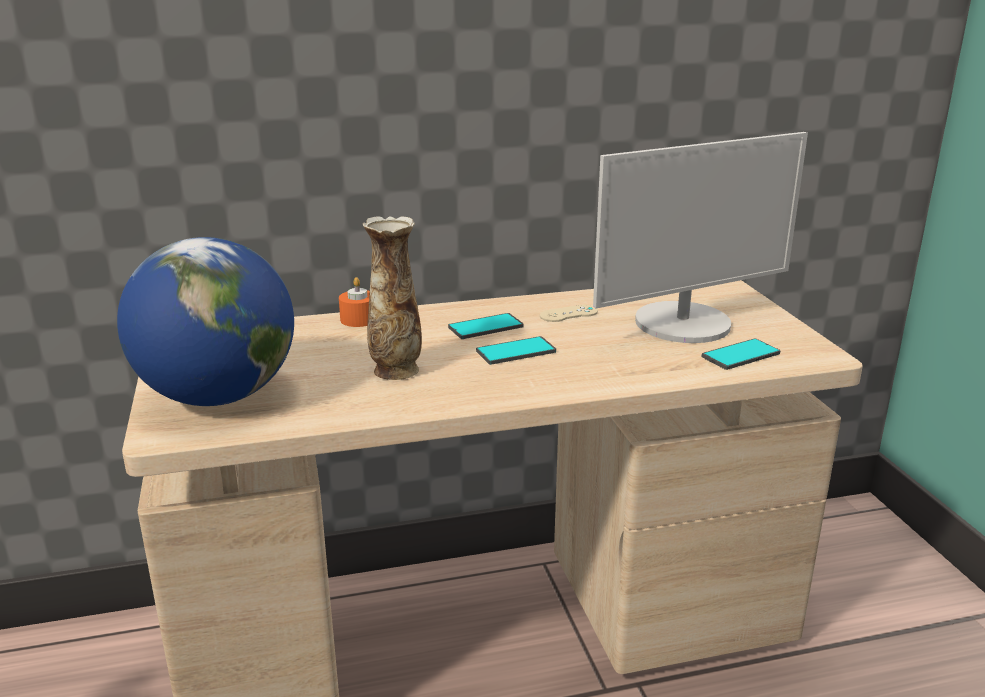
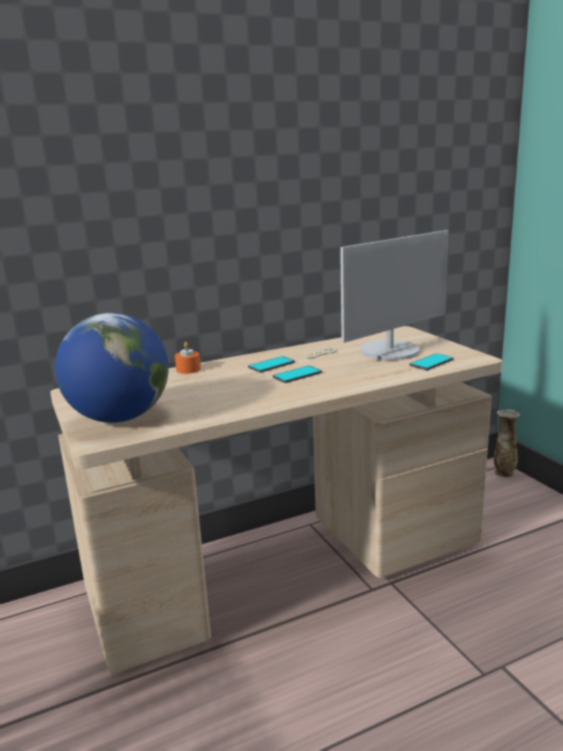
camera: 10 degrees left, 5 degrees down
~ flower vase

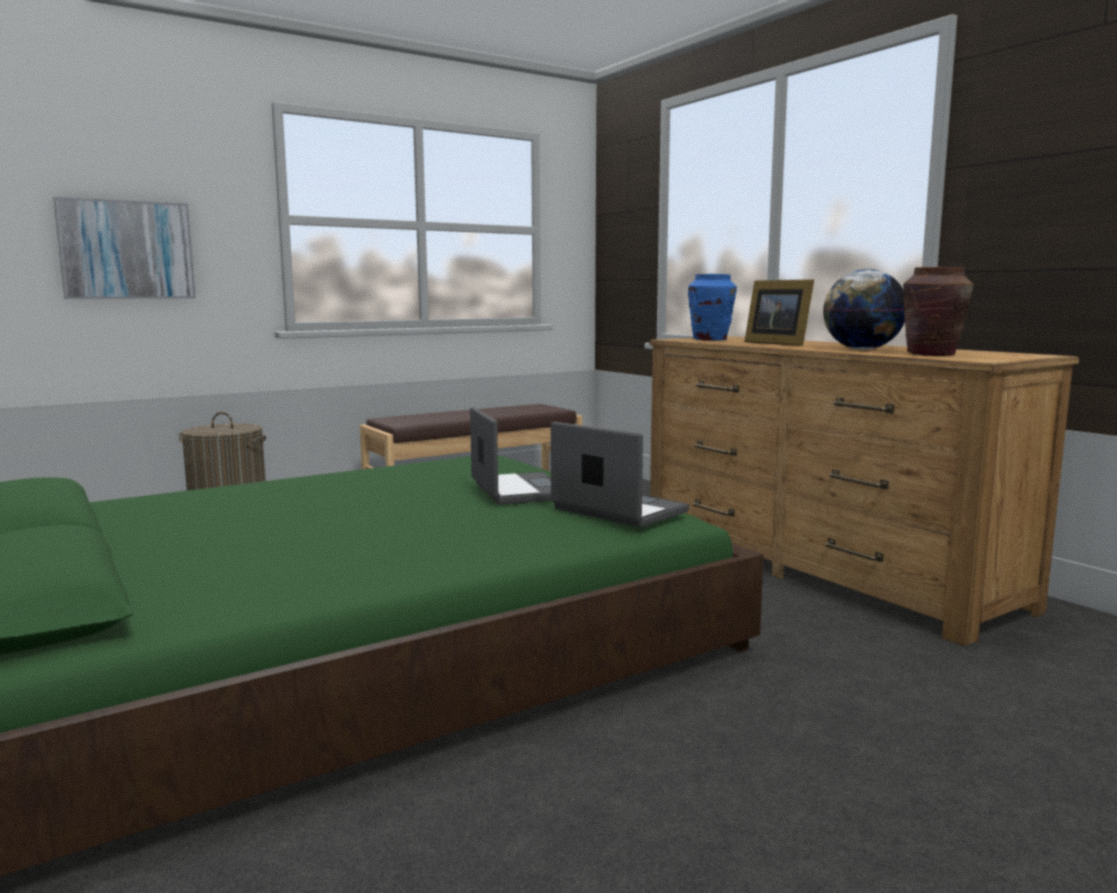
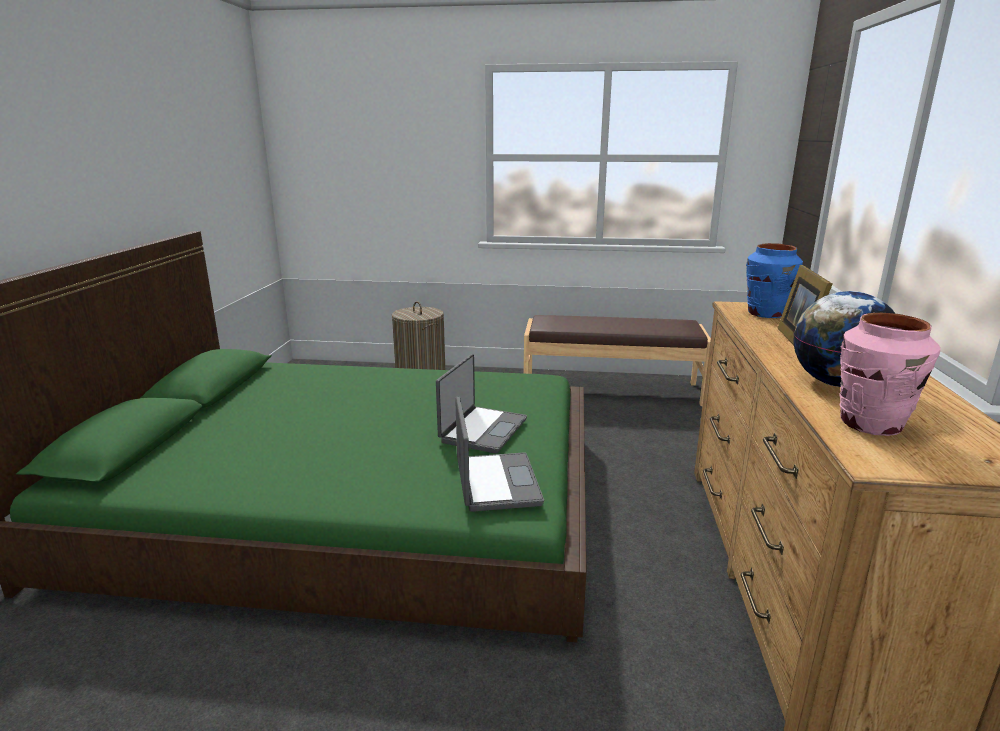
camera: 40 degrees right, 10 degrees up
- wall picture
~ brown flower vase to pinkish flower vase

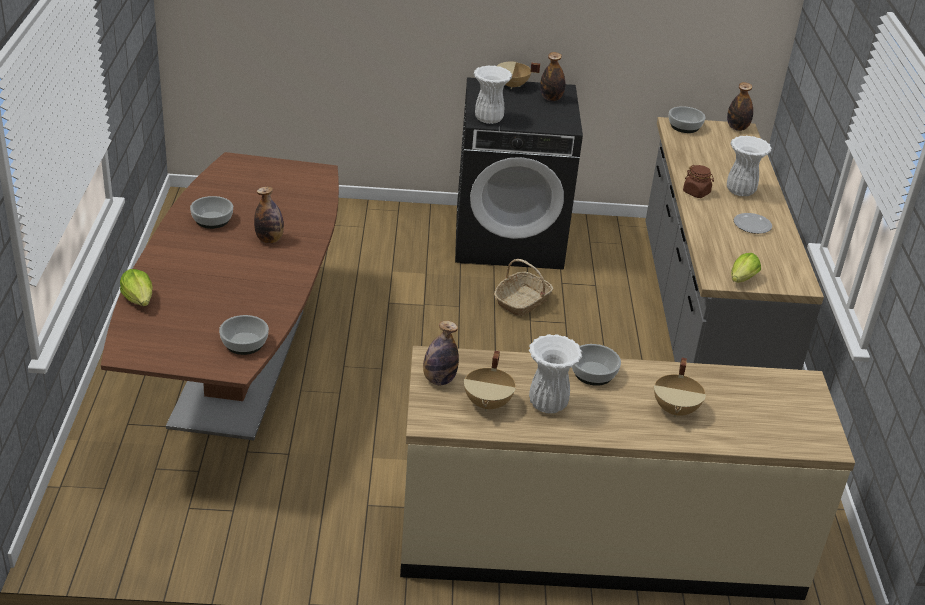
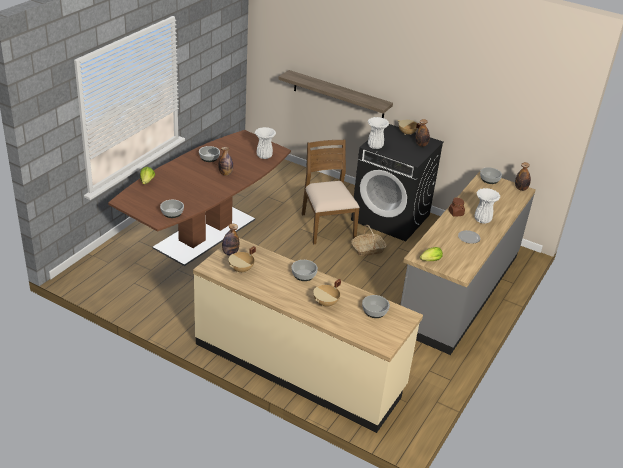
camera: 30 degrees right, 0 degrees up
~ whitish flower vase (2nd from left in the first image) to whitish flower vase (1st from left)
+ shelf
+ brown plain chair
+ serving bowl (4th from left)

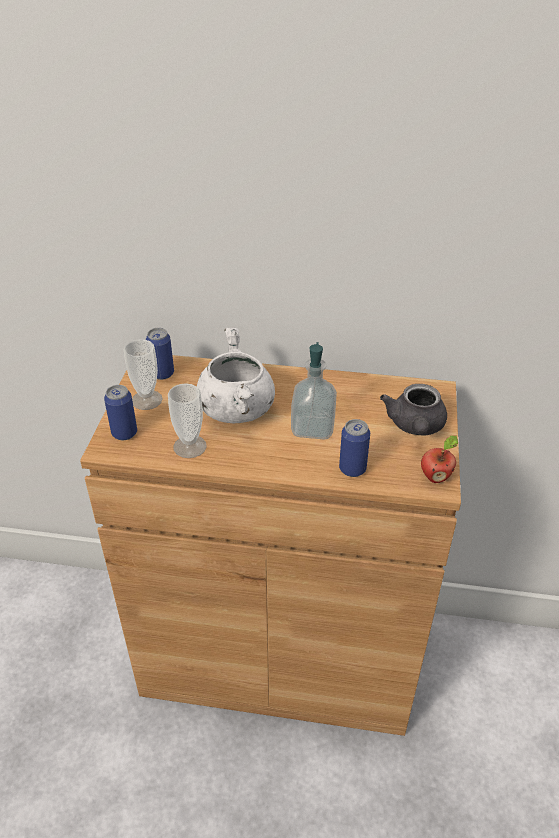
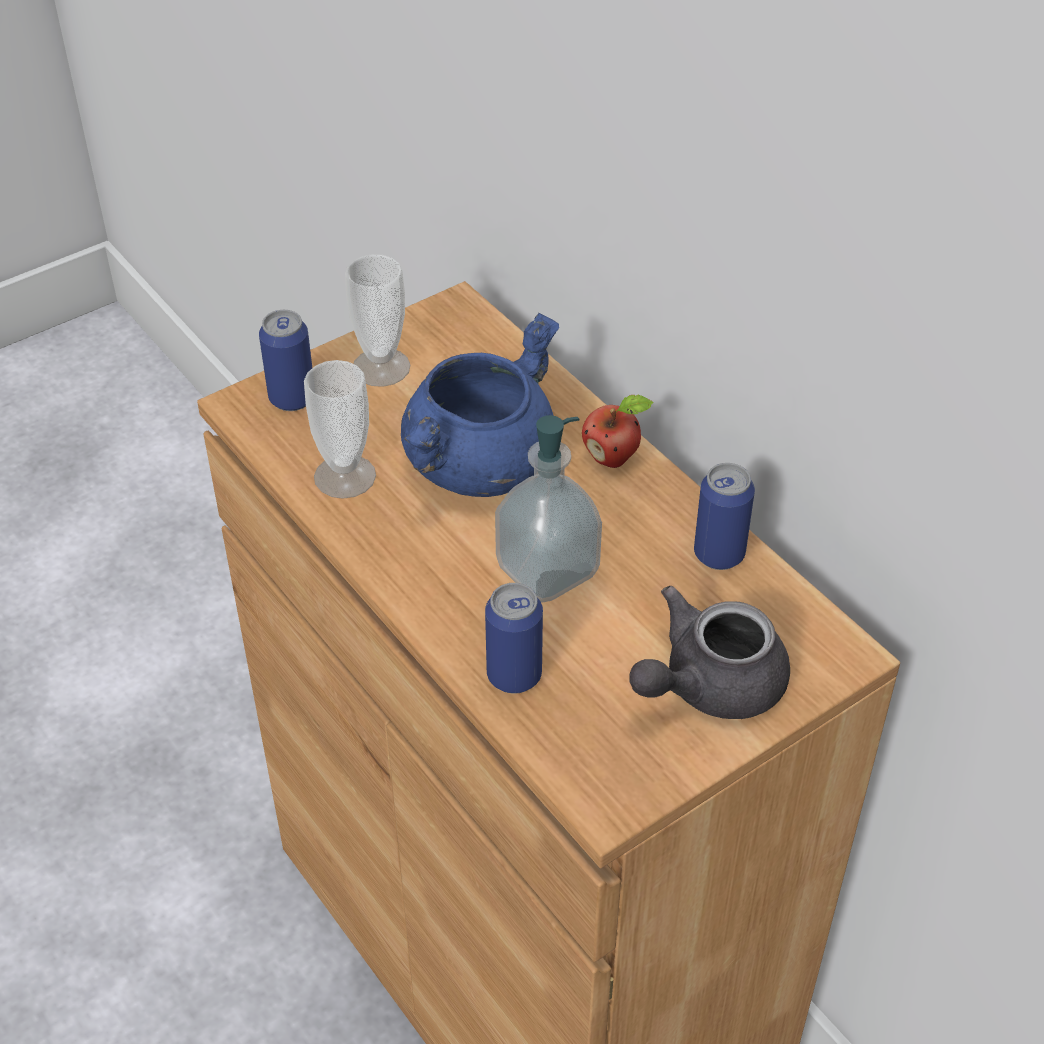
camera: 45 degrees right, 5 degrees up
~ sealed can (2nd from left in the first image) to sealed can (3rd from left)
~ whitish stockpot to bluish stockpot
~ apple

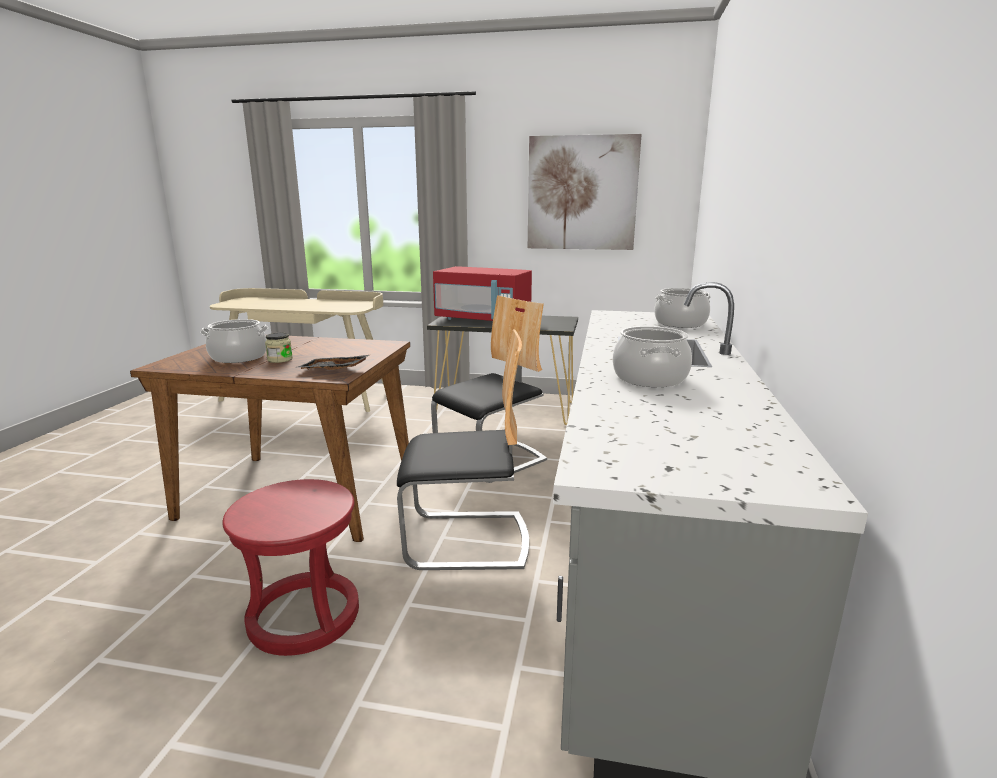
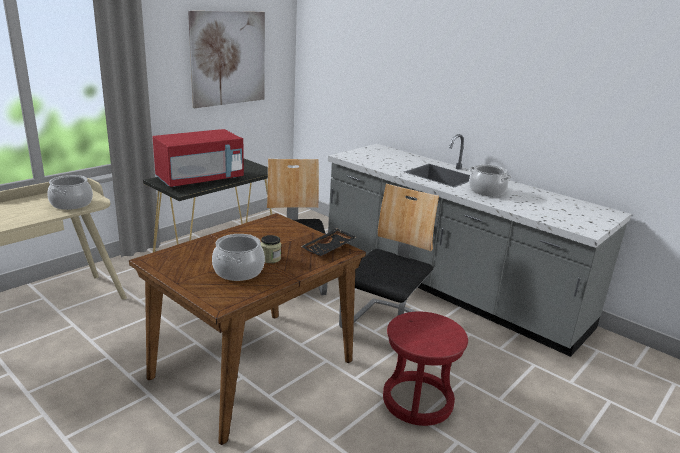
camera: 60 degrees left, 5 degrees up
~ stockpot (3rd from left in the first image) to stockpot (1st from left)

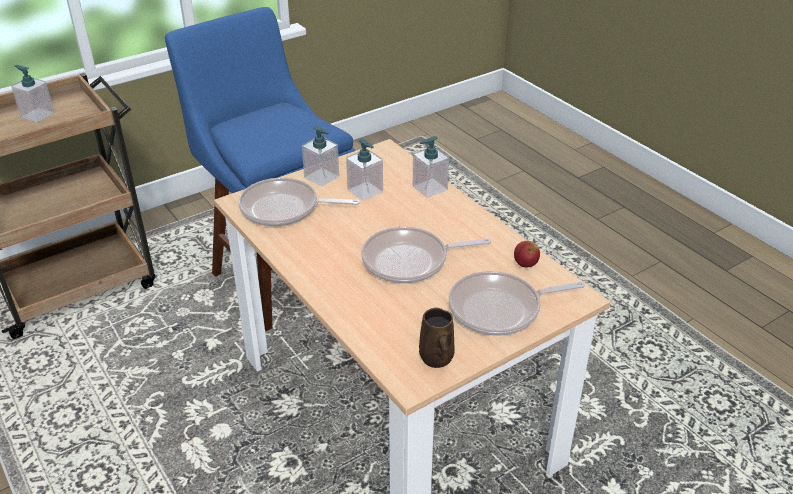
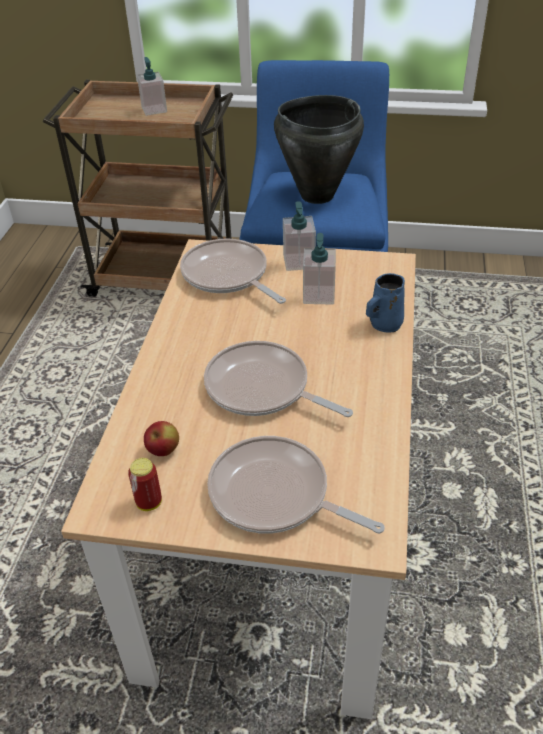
camera: 45 degrees right, 5 degrees up
~ soap bottle (4th from left) to bluish mug
~ brown mug to sealed can
~ apple
+ blackish stockpot

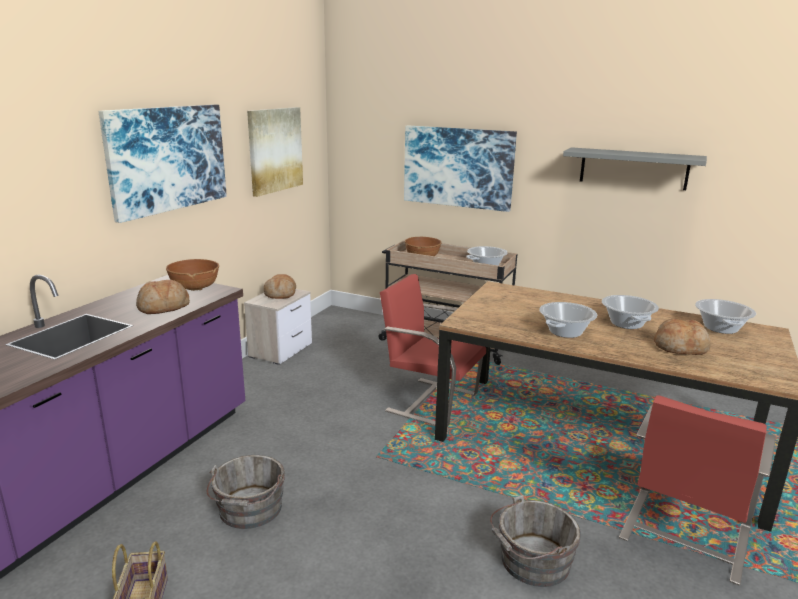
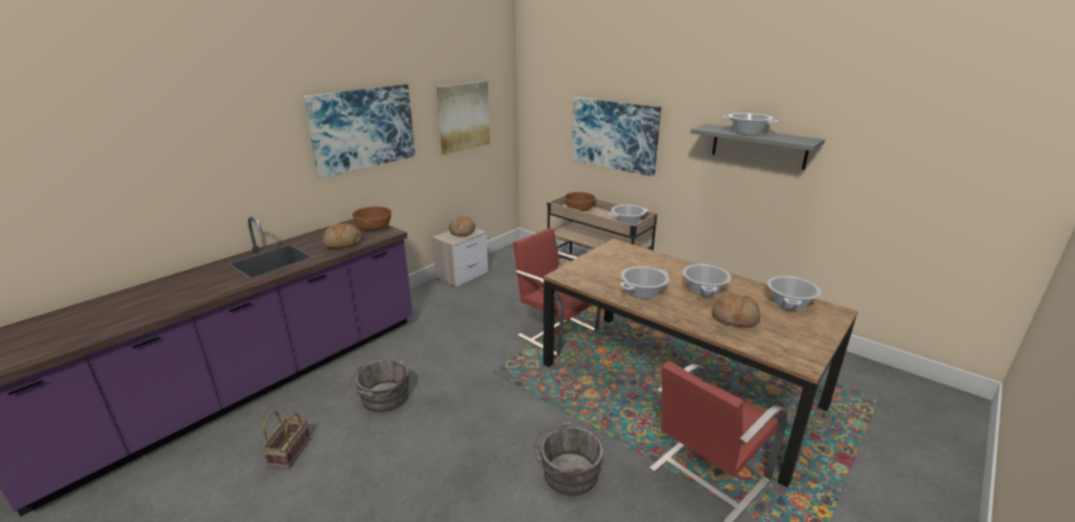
camera: 15 degrees right, 5 degrees up
+ stockpot (4th from left)

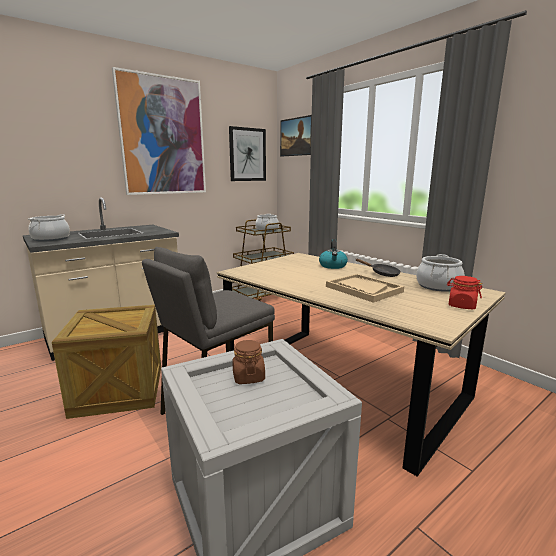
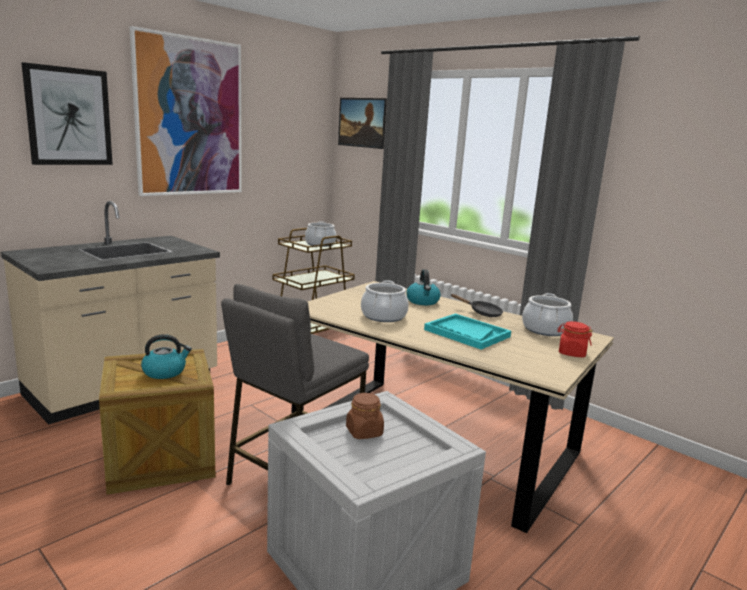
camera: 10 degrees left, 0 degrees up
~ stockpot (1st from left in the first image) to stockpot (2nd from left)
~ wall picture (2nd from left in the first image) to wall picture (1st from left)
~ sand-coloured tray to blue-green tray
+ kettle (1st from left)

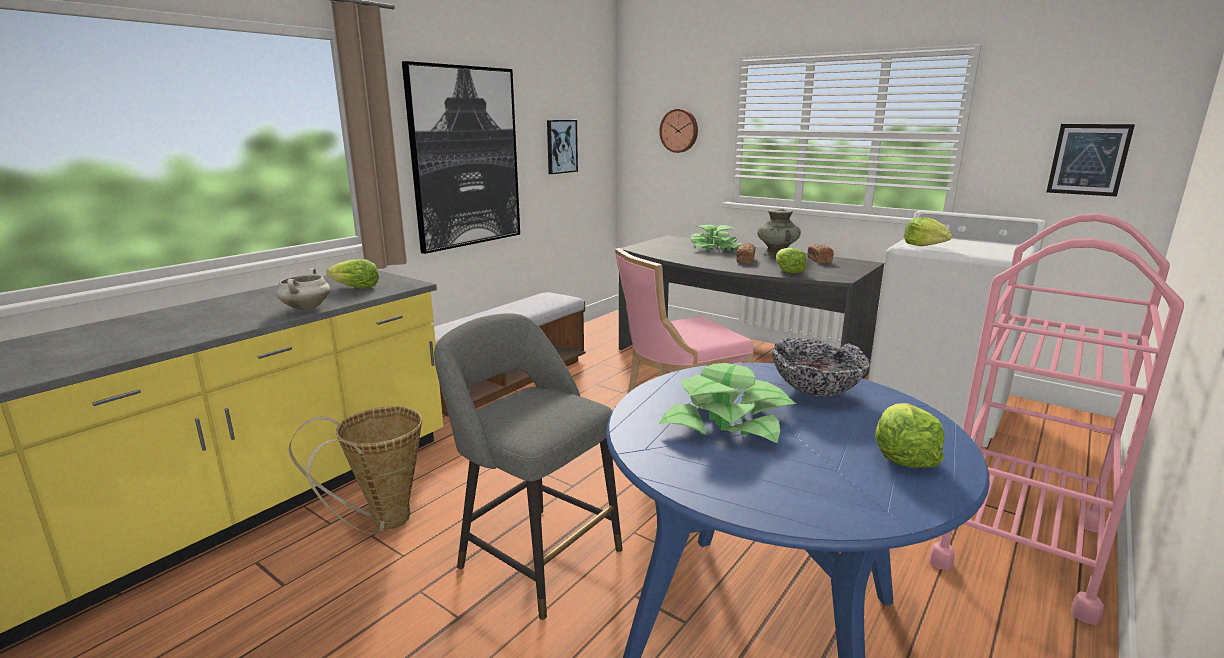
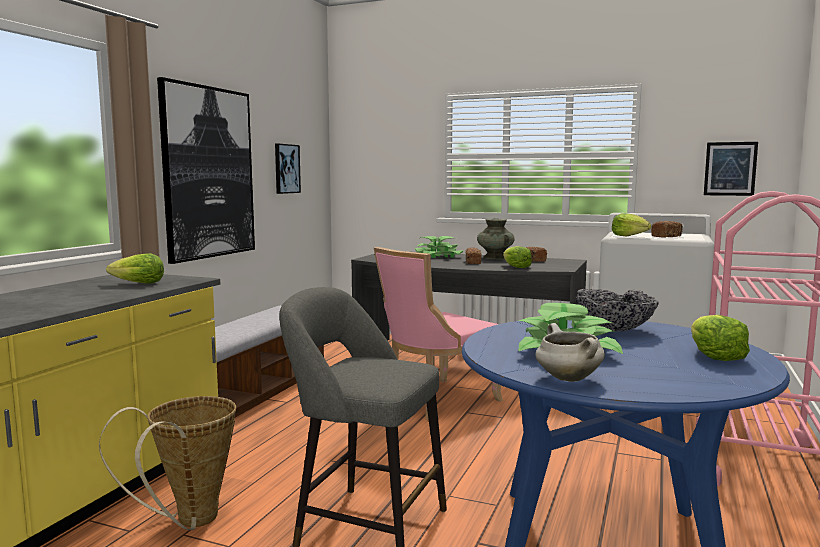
camera: 15 degrees left, 10 degrees down
~ whitish stockpot
- clock on the wall
+ bakery bread (3rd from left)

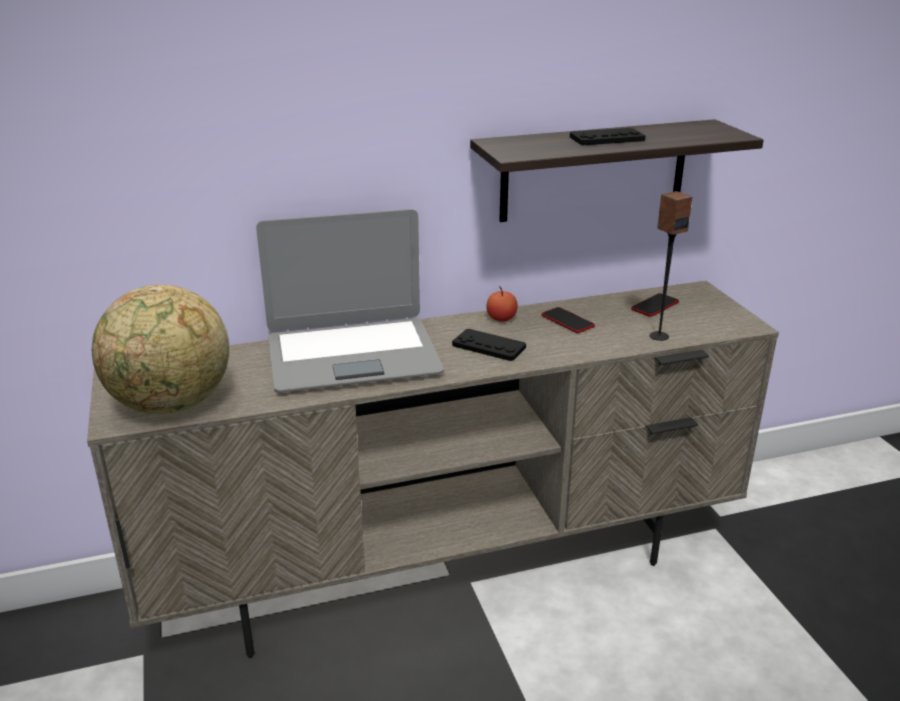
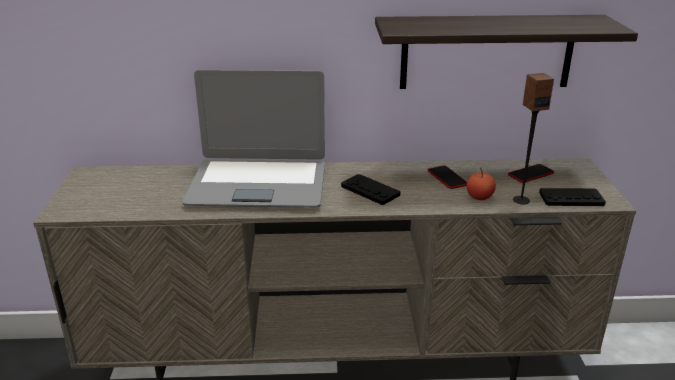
camera: 15 degrees right, 0 degrees up
- world globe
~ apple
~ blackish joypad (2nd from left)

